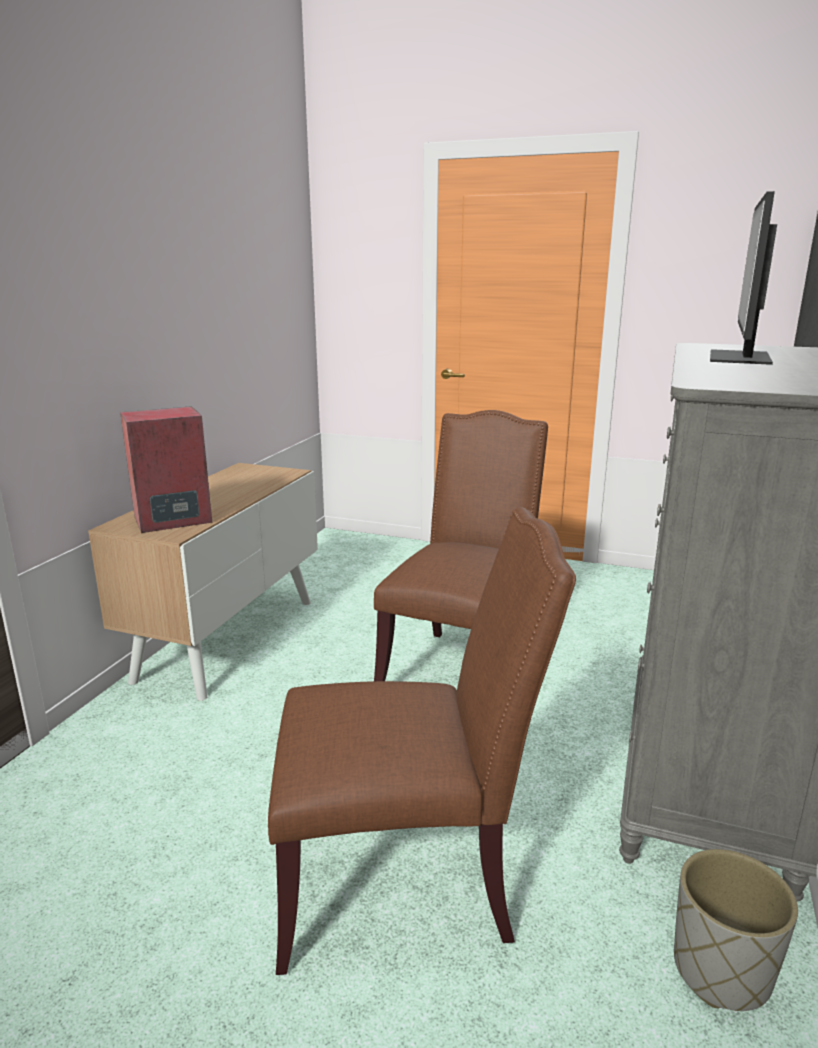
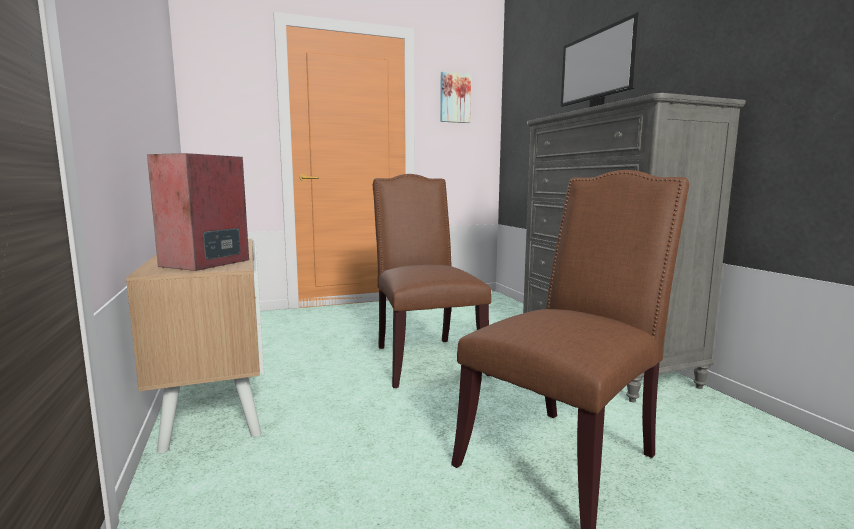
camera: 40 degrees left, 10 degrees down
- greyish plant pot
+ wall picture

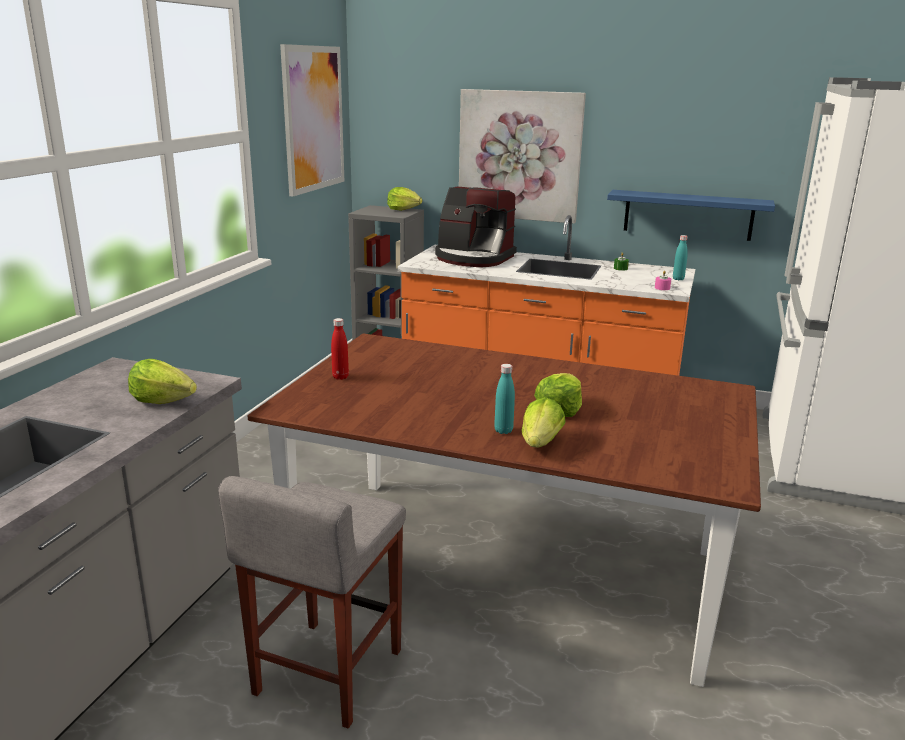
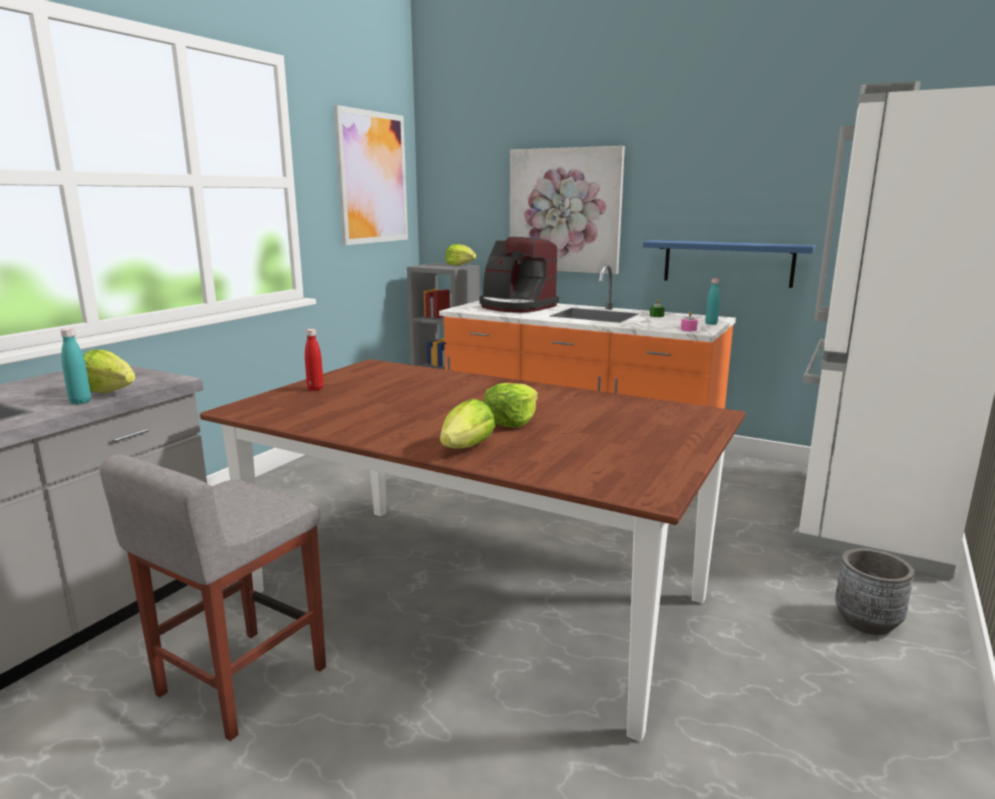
camera: 10 degrees right, 5 degrees down
~ blue-green beverage bottle (1st from left)
+ greyish plant pot

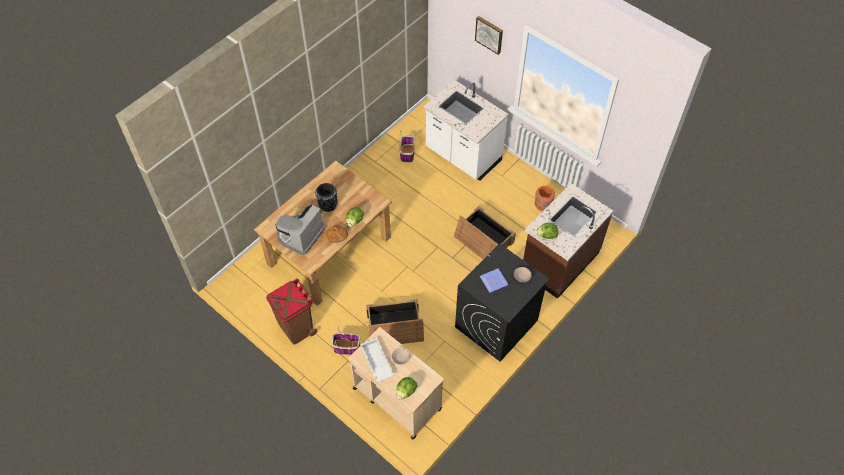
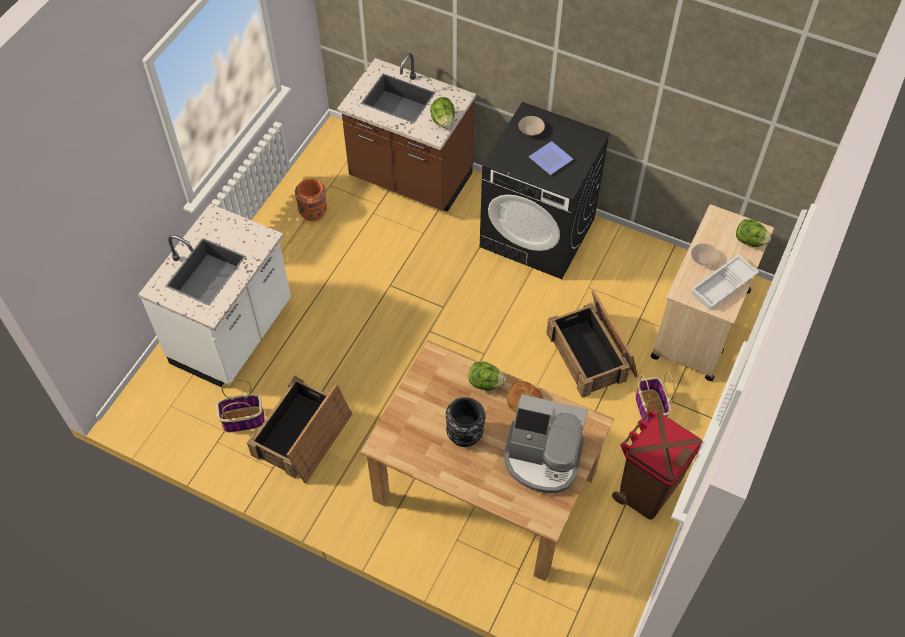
camera: 105 degrees left, 0 degrees up
~ crate (2nd from left in the first image) to crate (1st from left)
- wall picture

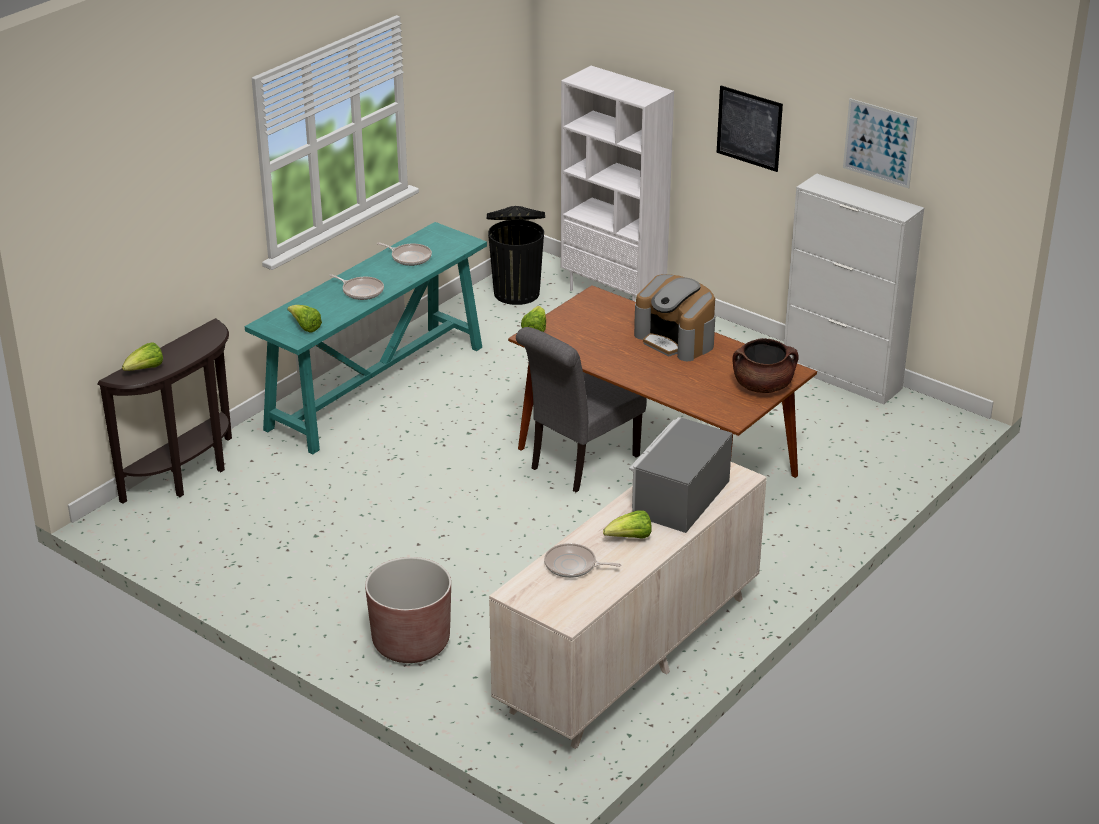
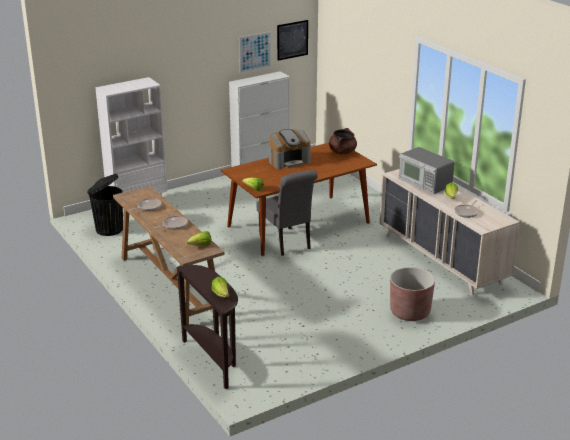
camera: 70 degrees left, 5 degrees down
~ blue-green narrow table to brown narrow table (1st from left)
~ wall picture (1st from left in the first image) to wall picture (2nd from left)

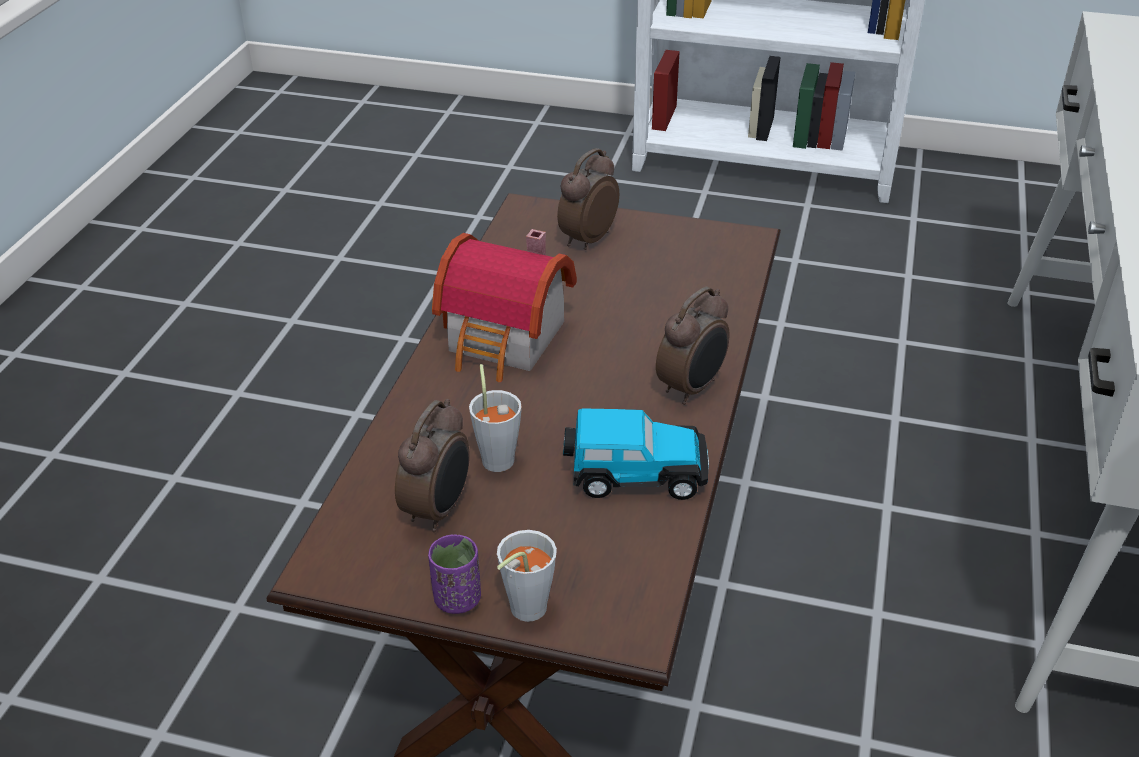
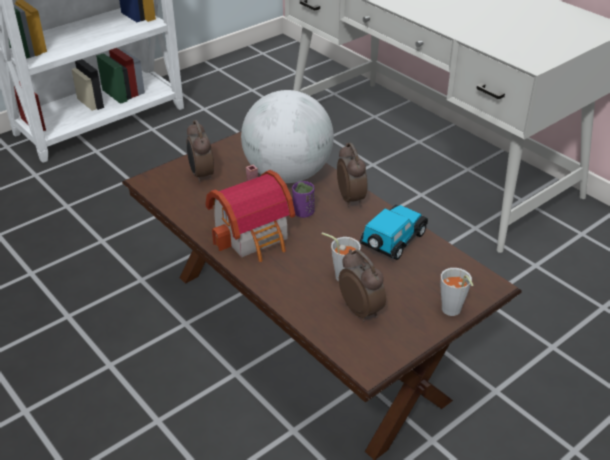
camera: 55 degrees left, 0 degrees up
~ purplish small cup
+ world globe

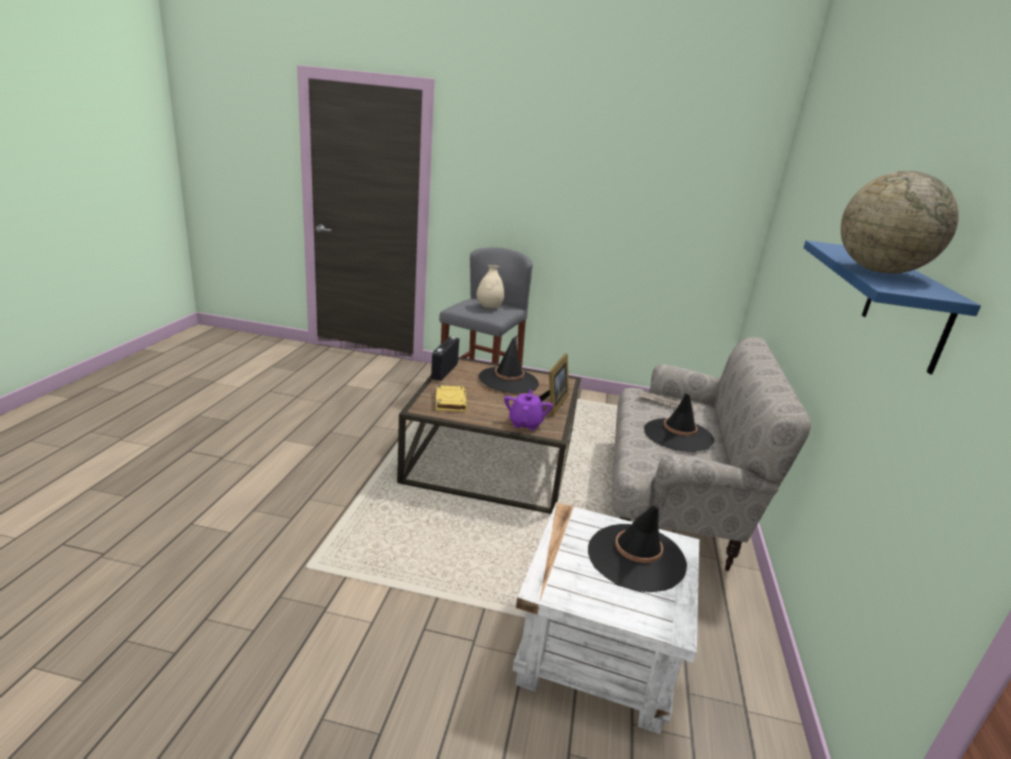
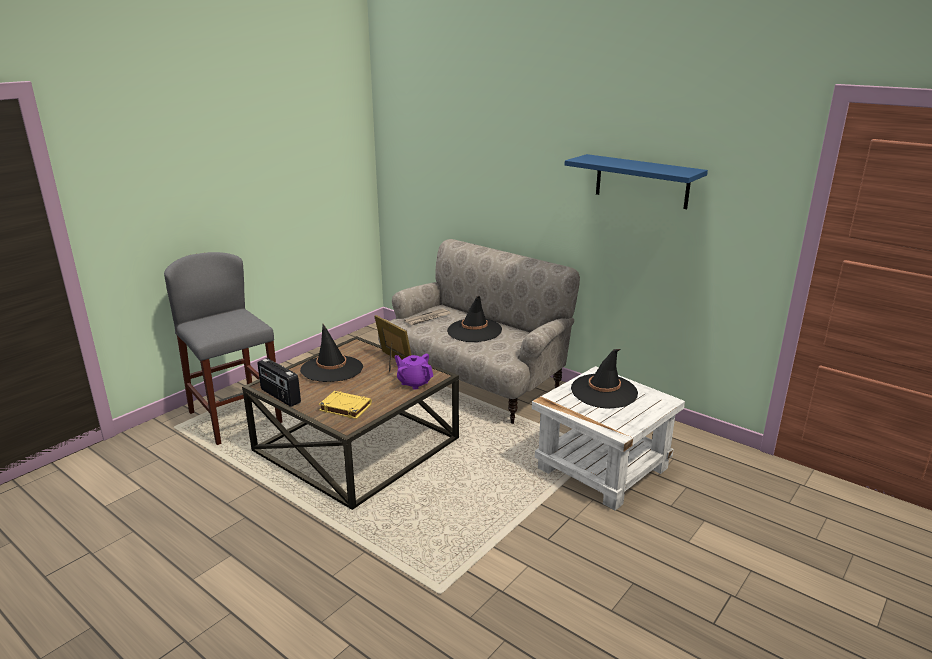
camera: 60 degrees left, 0 degrees up
- sand-coloured flower vase
- world globe

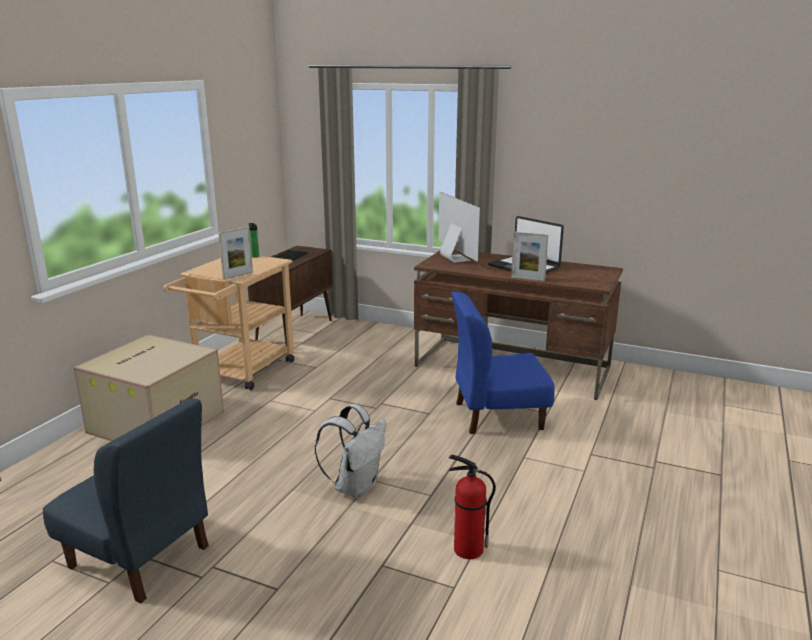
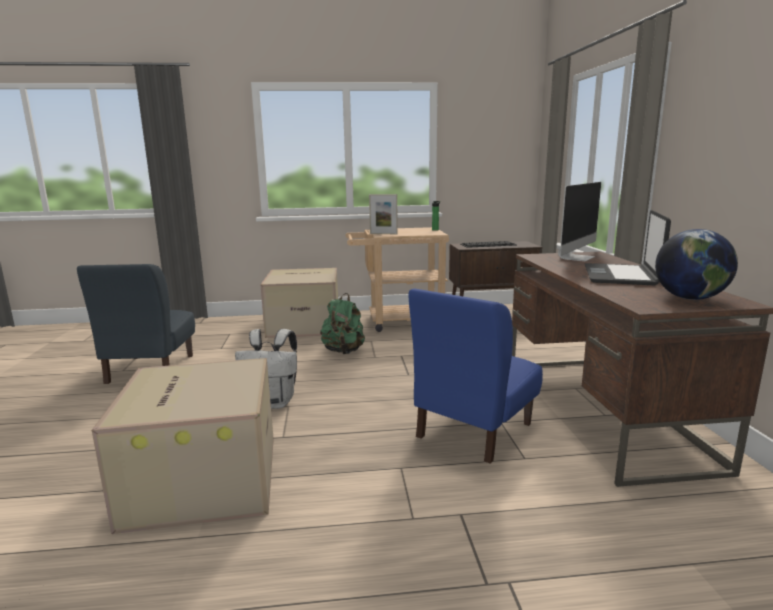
camera: 60 degrees right, 5 degrees down
~ extinguisher to cardboard box (1st from left)
~ bluish plain chair (2nd from left) 105 degrees counterclockwise
- picture frame (2nd from left)
+ green-coloured backpack
+ world globe

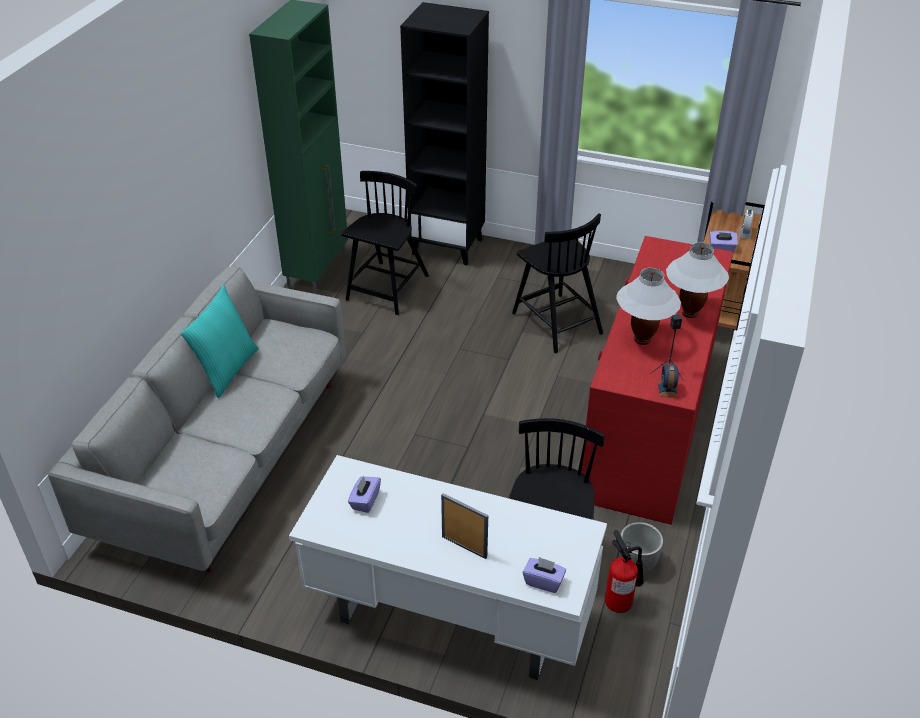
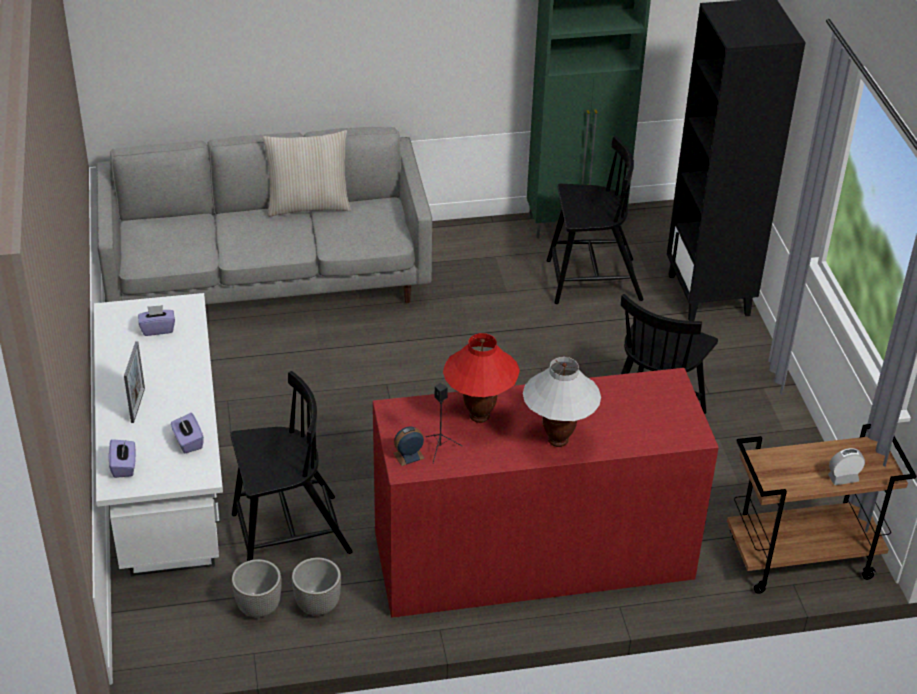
camera: 60 degrees right, 0 degrees up
~ blue-green pillow to sand-coloured pillow
~ extinguisher to plant pot (1st from left)
~ whitish lamp for a table (1st from left) to red lamp for a table
~ purplish tissue box (3rd from left)

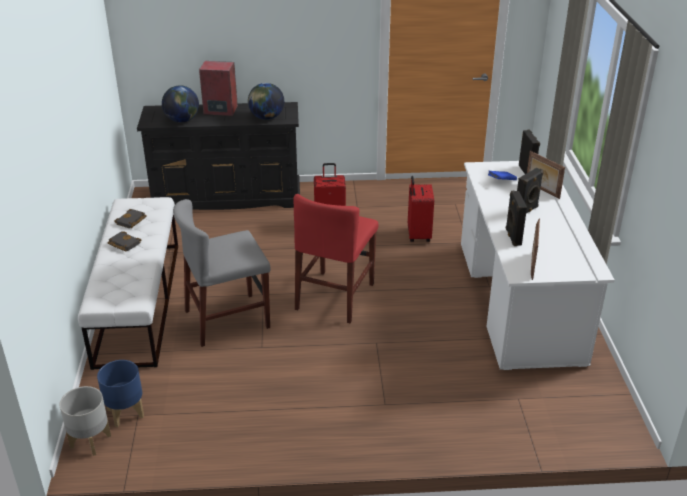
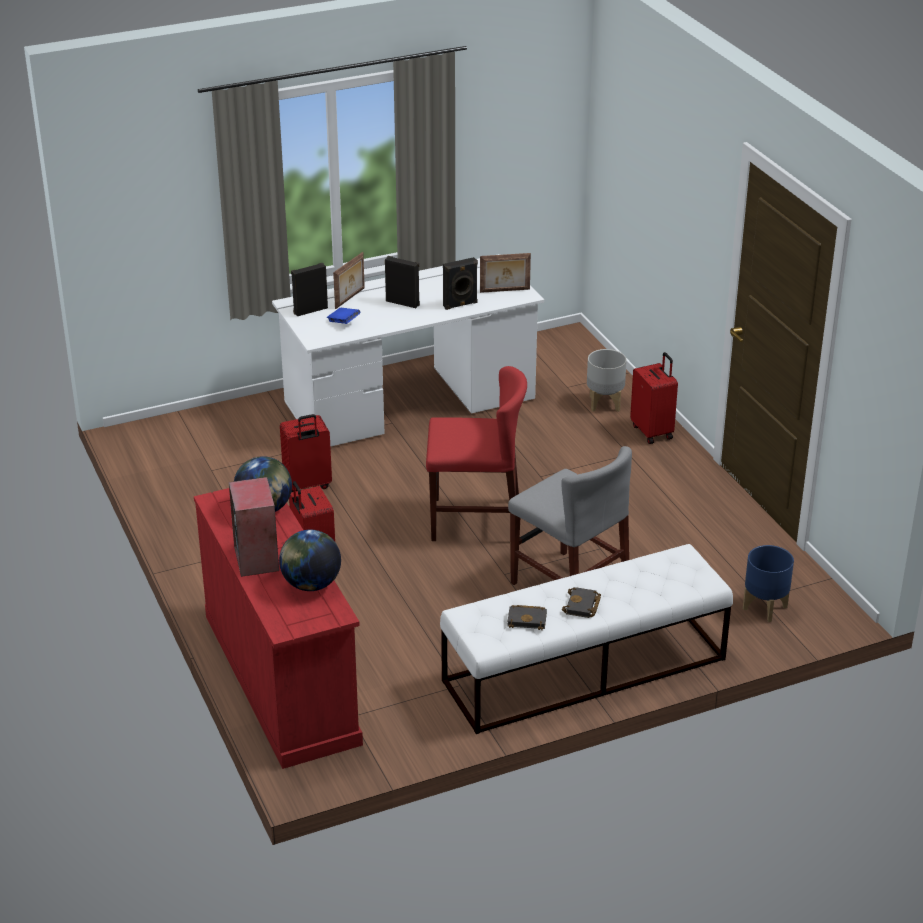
camera: 110 degrees left, 0 degrees up
~ greyish plant pot
~ blackish drawer chest to red drawer chest
+ red piece of luggage (3rd from left)

